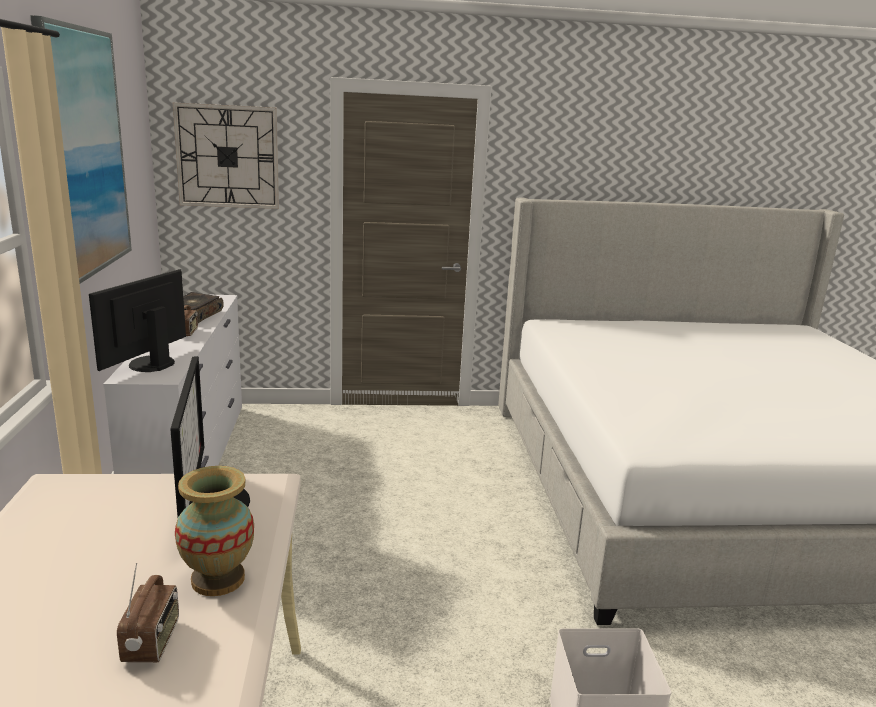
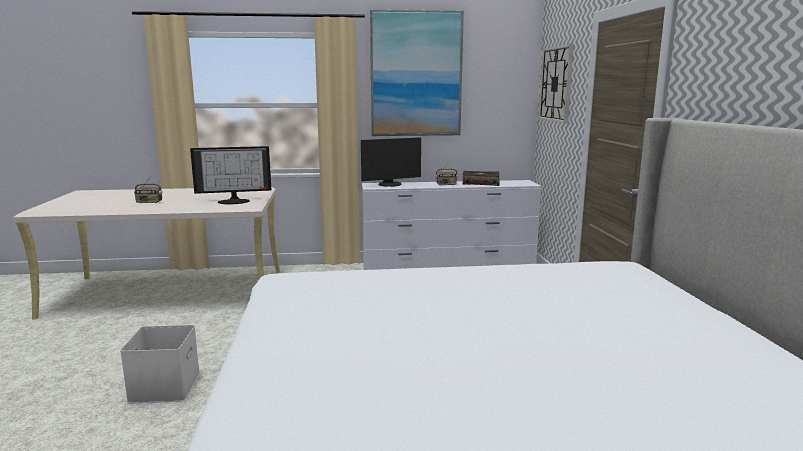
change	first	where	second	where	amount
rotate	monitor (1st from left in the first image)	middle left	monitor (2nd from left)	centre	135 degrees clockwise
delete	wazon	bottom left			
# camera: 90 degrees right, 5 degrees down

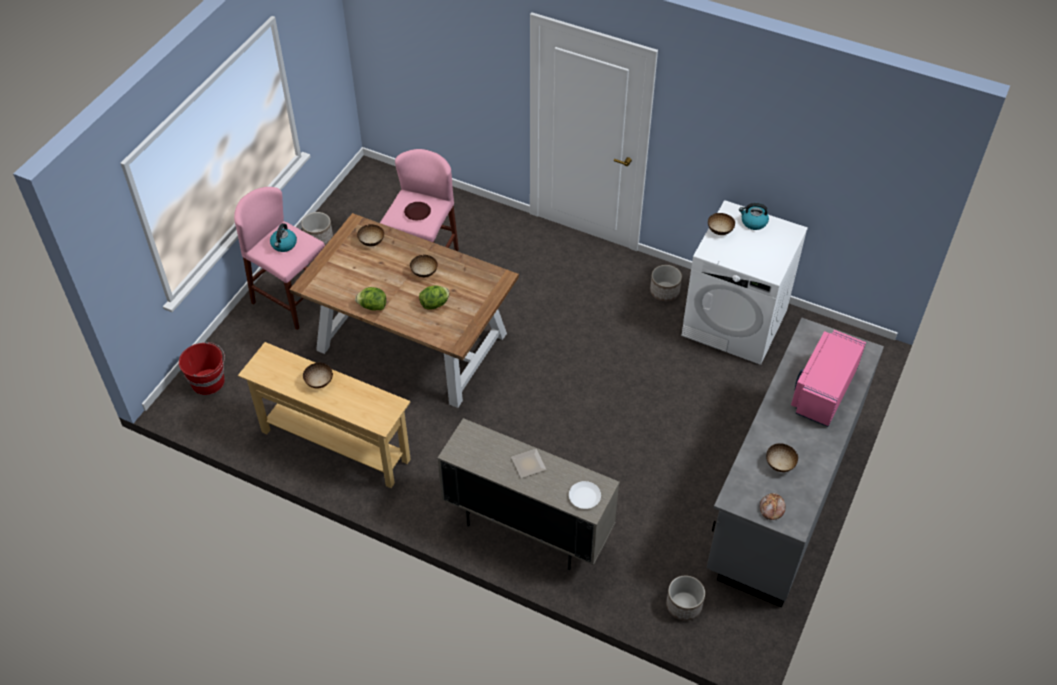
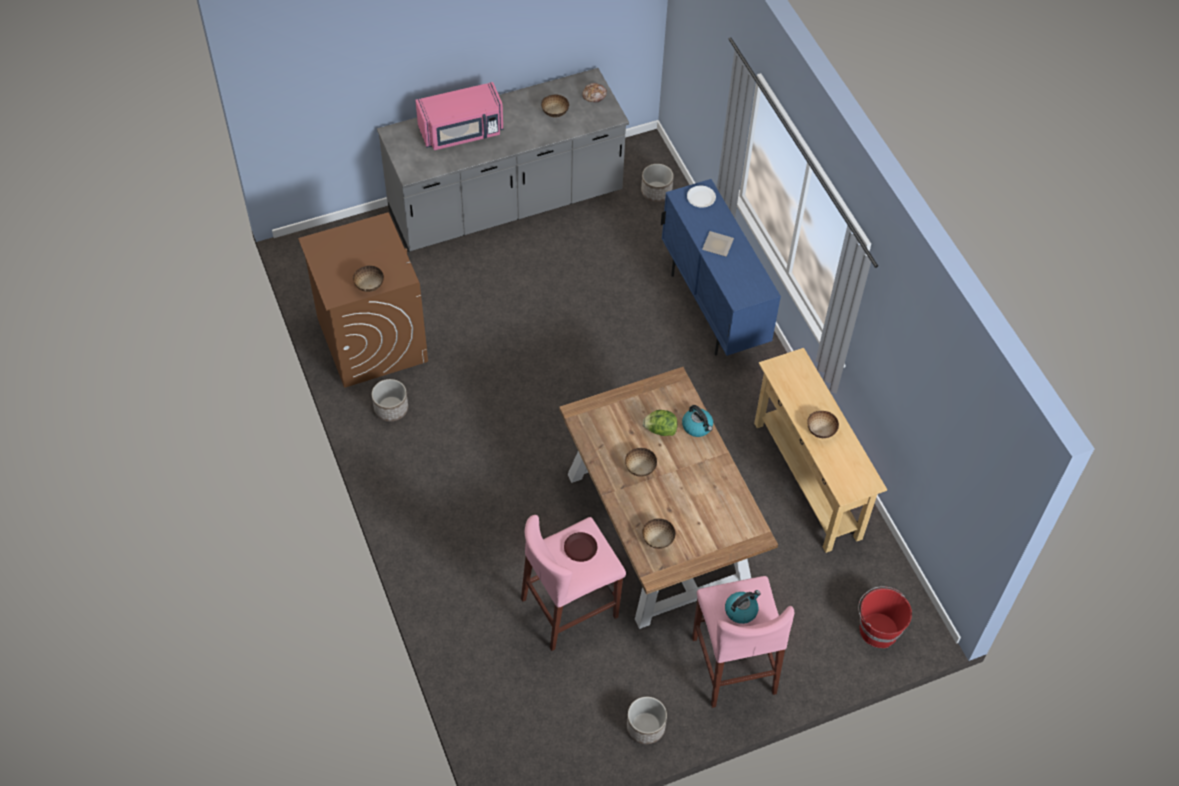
change	first	where	second	where	amount
recolor	pralka [biały]	middle right	pralka [brązowy]	middle left	
move	czajnik (2nd from left in the first image)	top right	czajnik (1st from left)	centre	
delete	sałata (1st from left)	centre			
recolor	szafka [beżowy]	bottom centre	szafka [niebieski]	centre	
# camera: 140 degrees left, 5 degrees up

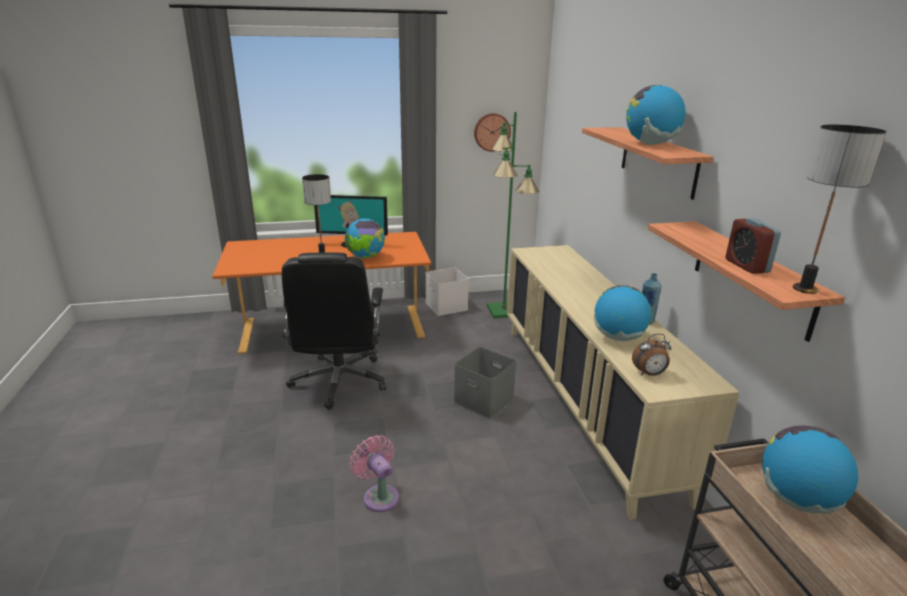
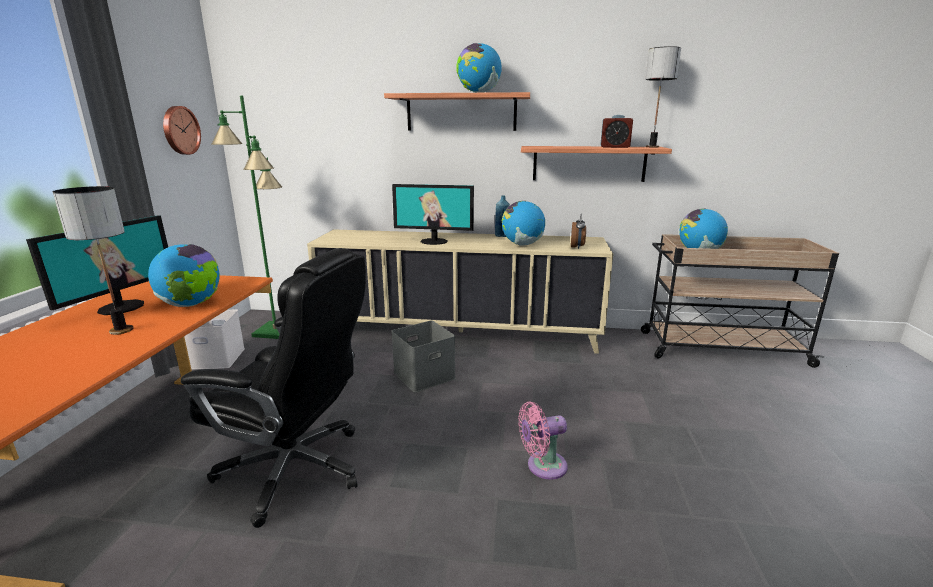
change	first	where	second	where	amount
insert			monitor (2nd from left)	centre	
# camera: 70 degrees left, 5 degrees down

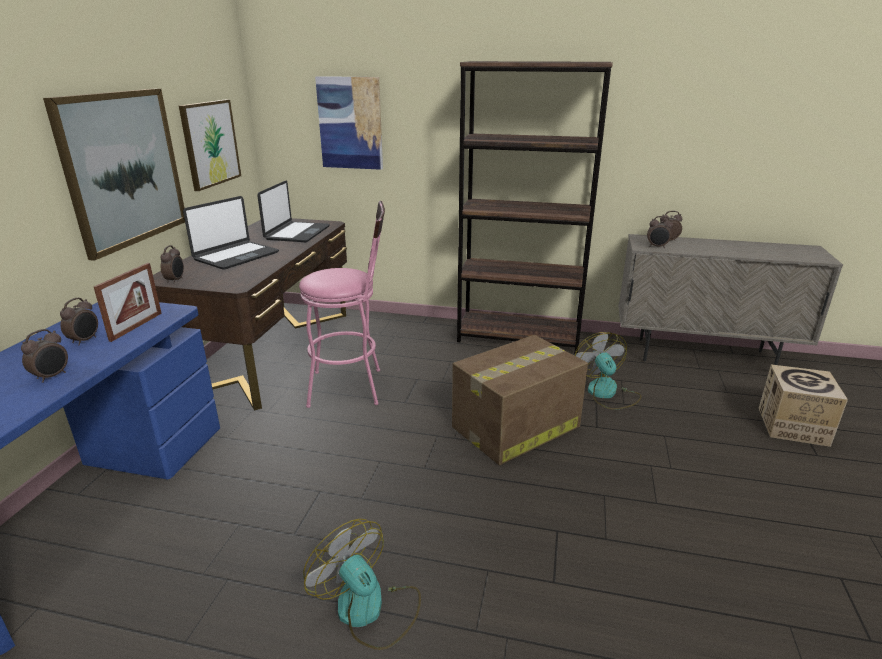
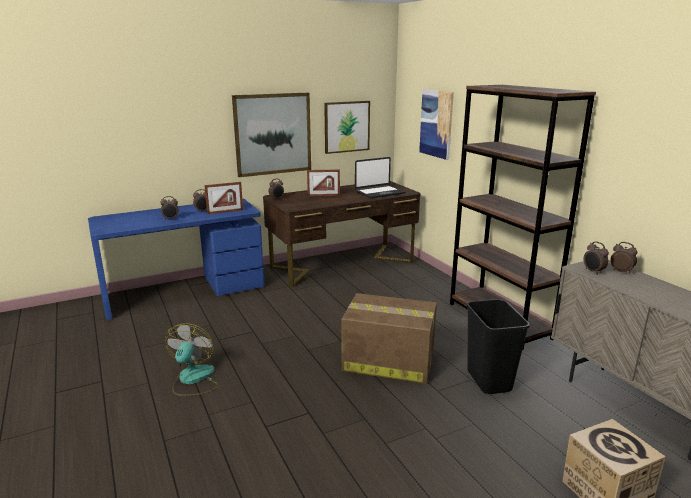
change	first	where	second	where	amount
replace	laptop (1st from left)	middle left	ramka na zdjęcie (2nd from left)	centre	
delete	stołek [różowy]	centre			
replace	wentylator (2nd from left)	middle right	kosz na śmieci [czarny]	bottom right	
# camera: 50 degrees right, 5 degrees down

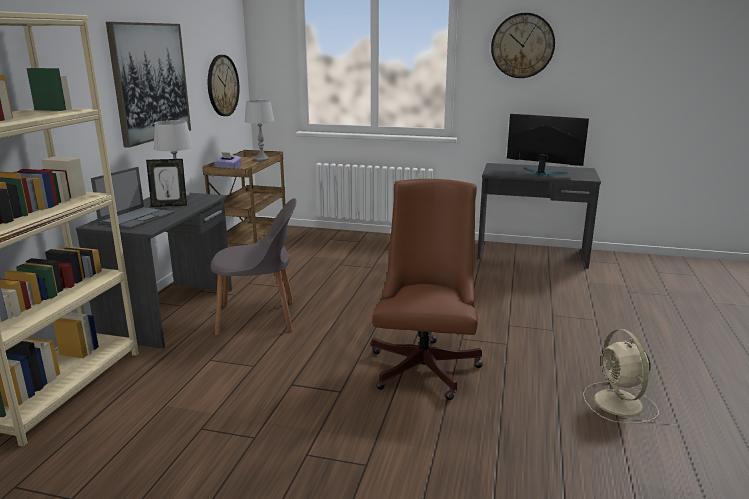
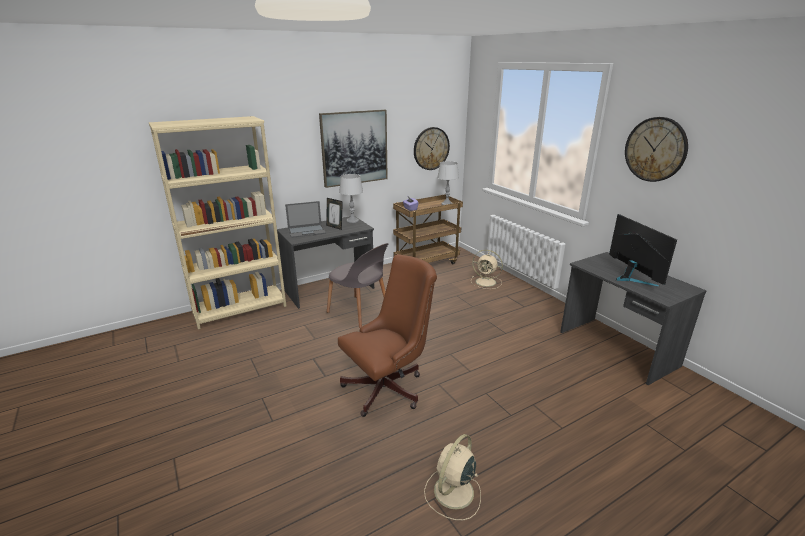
change	first	where	second	where	amount
insert			wentylator [beżowy] (2nd from left)	centre	
# camera: 45 degrees right, 5 degrees up

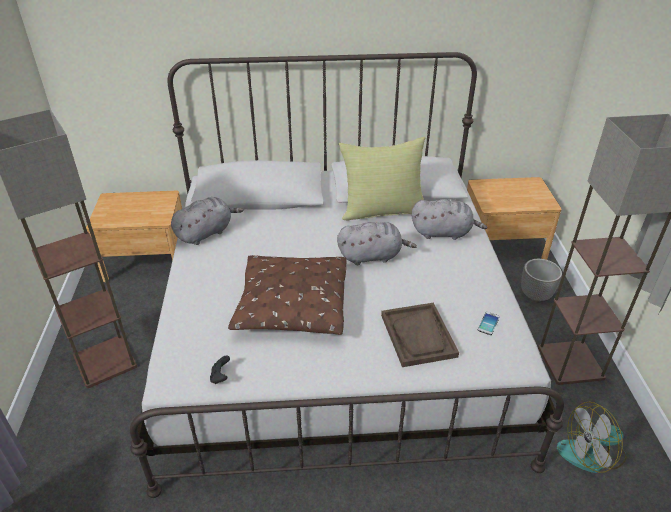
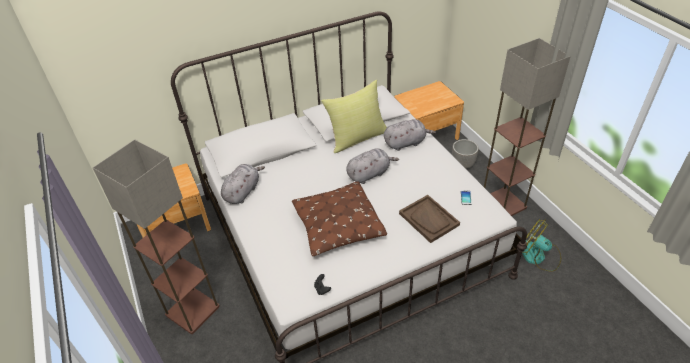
change	first	where	second	where	amount
rotate	wentylator	bottom right		bottom right	75 degrees clockwise
# camera: 20 degrees left, 5 degrees up

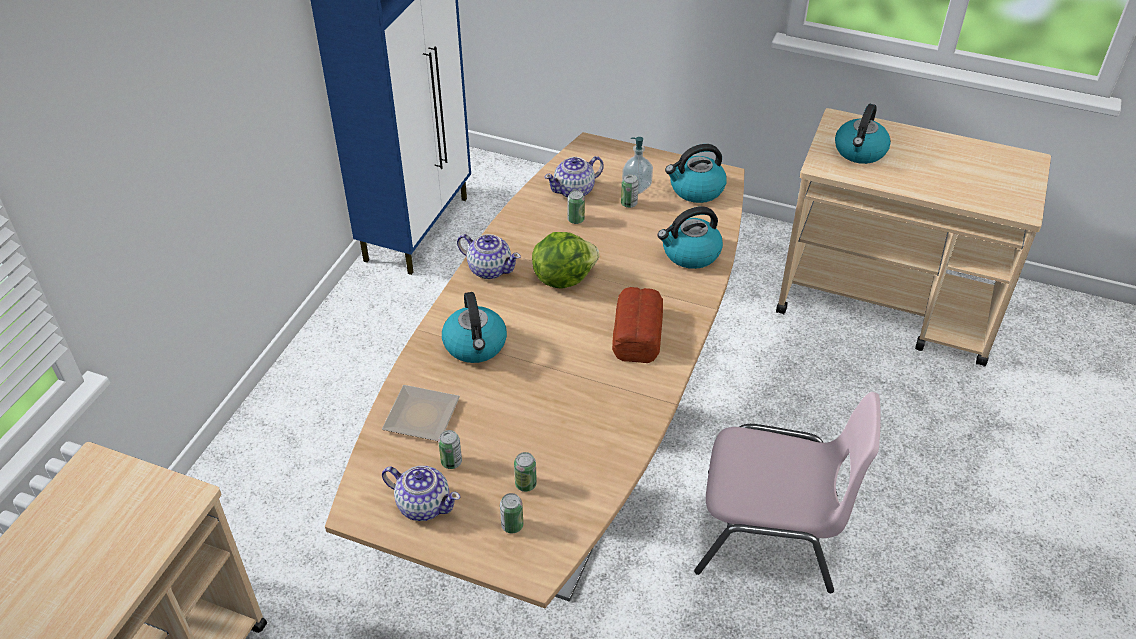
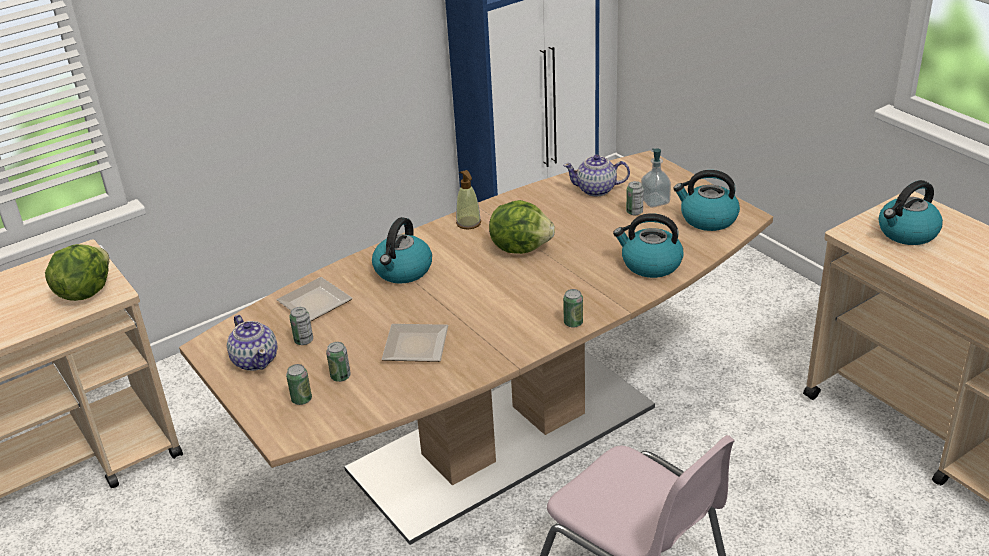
change	first	where	second	where	amount
move	puszka (4th from left)	top centre		centre	
replace	imbryk (2nd from left)	centre	dozownik mydła (1st from left)	centre	
delete	chleb	centre			
insert			sałata (1st from left)	middle left	
insert			talerz (2nd from left)	centre	
# camera: 35 degrees right, 10 degrees down

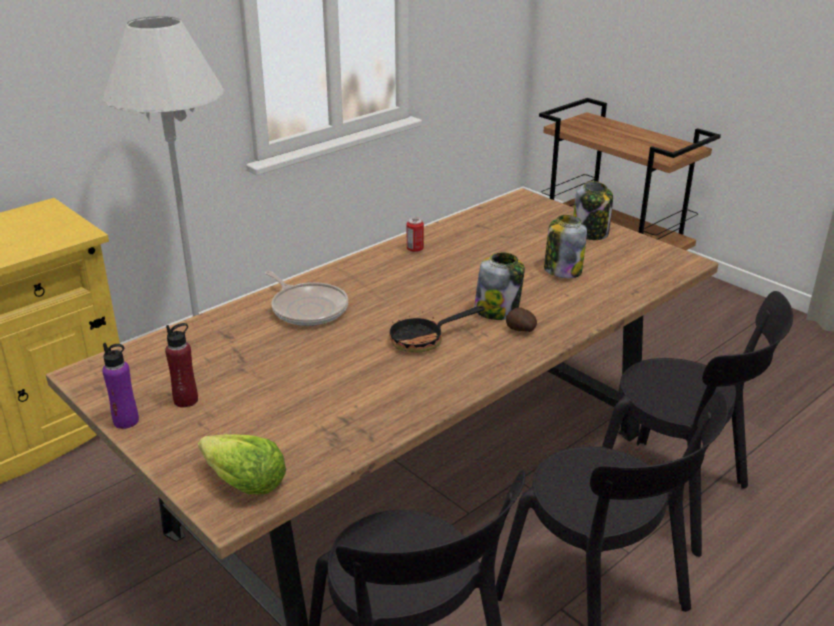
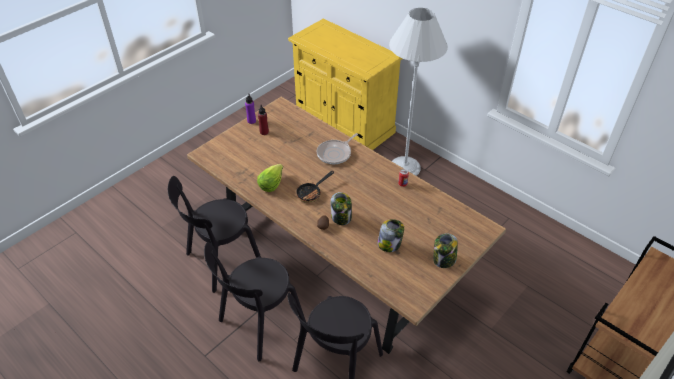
change	first	where	second	where	amount
rotate	patelnia (2nd from left in the first image)	centre	patelnia (1st from left)	centre	105 degrees counterclockwise
move	sałata	bottom left		centre	
# camera: 85 degrees right, 15 degrees up

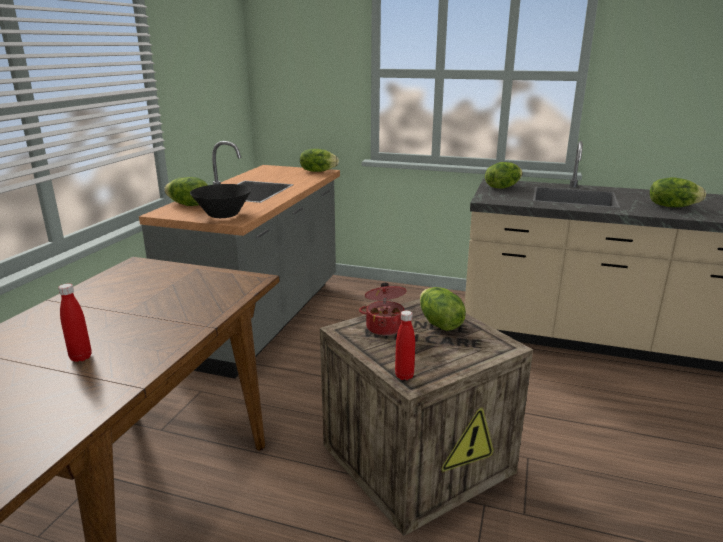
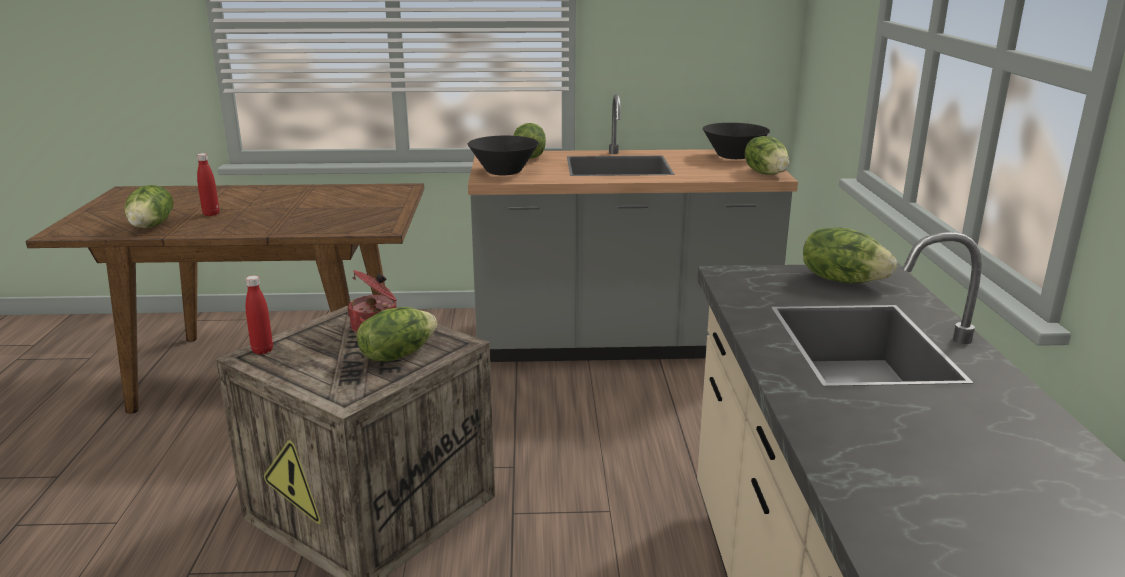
change	first	where	second	where	amount
move	sałata (5th from left in the first image)	middle right	sałata (1st from left)	middle left	
insert			miska [czarny] (2nd from left)	top centre	
# camera: 70 degrees right, 0 degrees up

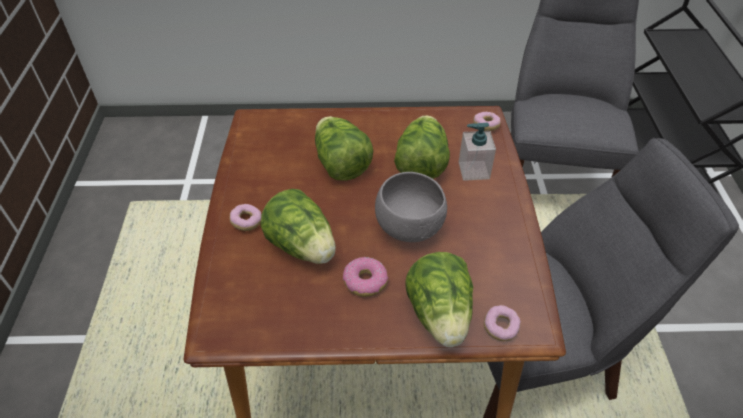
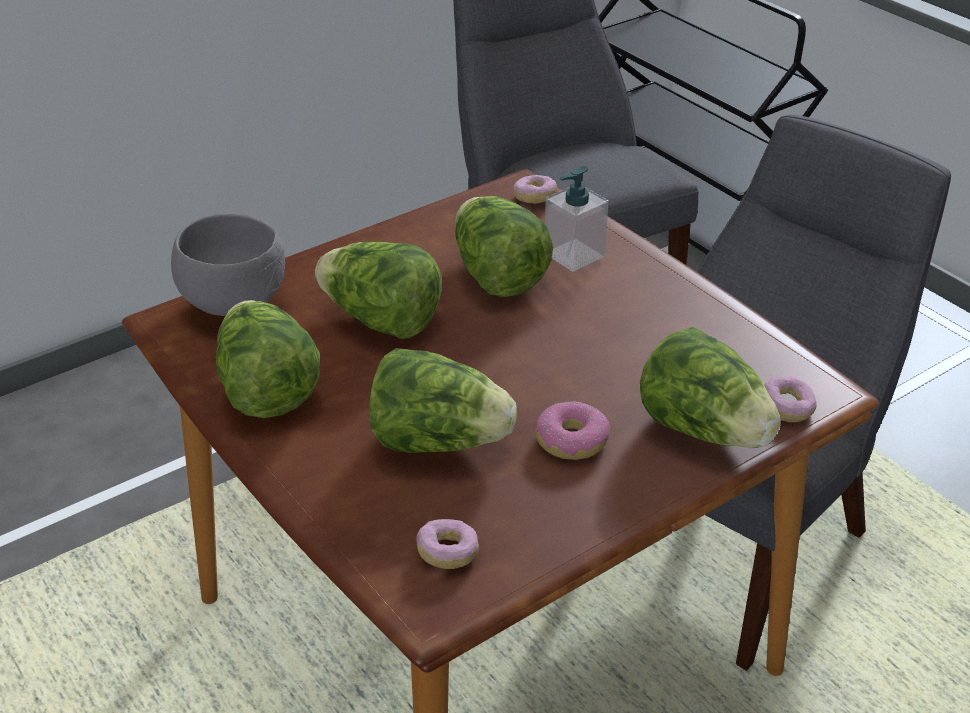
change	first	where	second	where	amount
move	miska [szary]	centre		middle left	
move	donut (1st from left)	middle left		bottom centre	
insert			sałata (1st from left)	middle left	
# camera: 35 degrees left, 10 degrees down

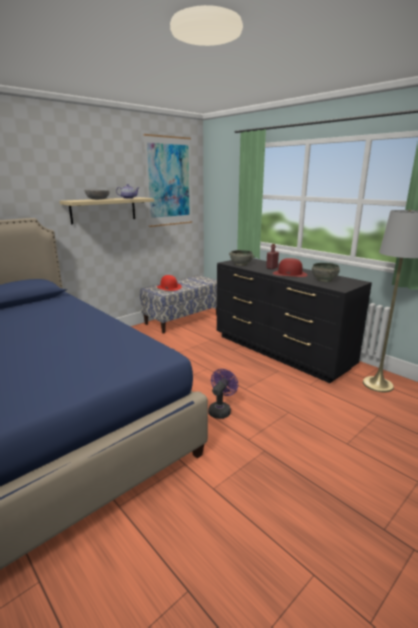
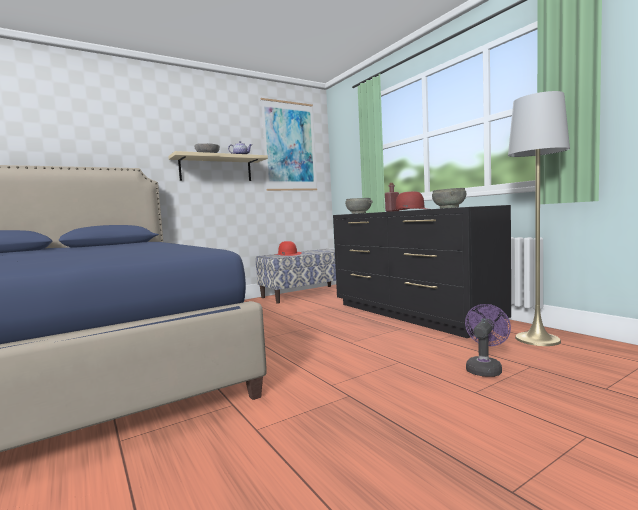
change	first	where	second	where	amount
move	wentylator [fioletowy]	centre		bottom right	
# camera: 10 degrees right, 15 degrees down

